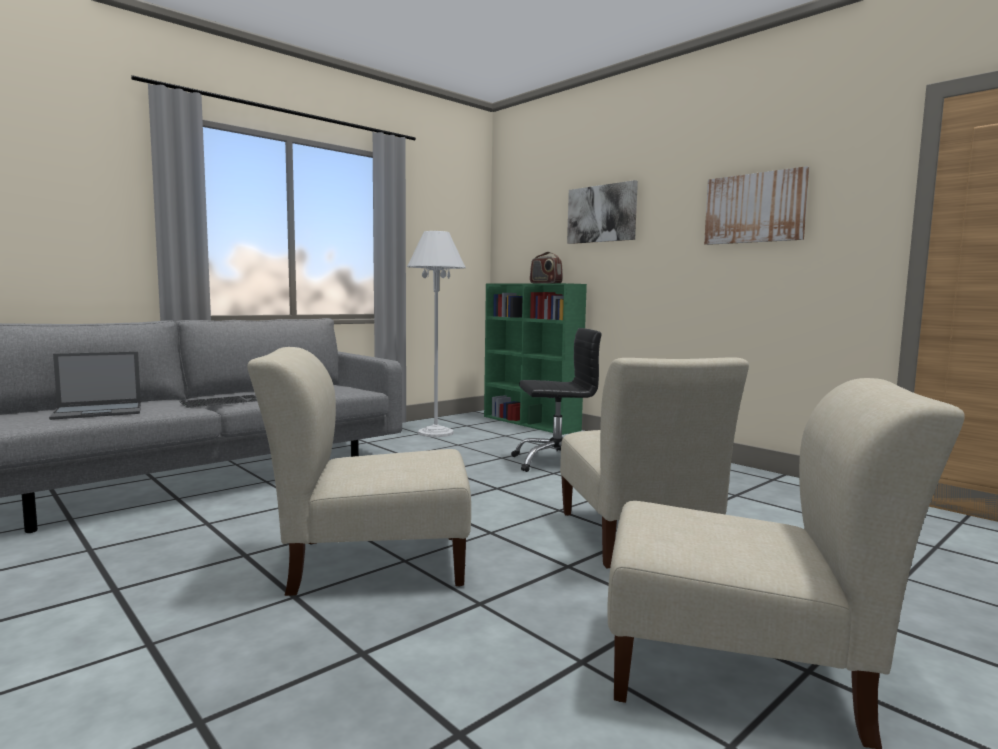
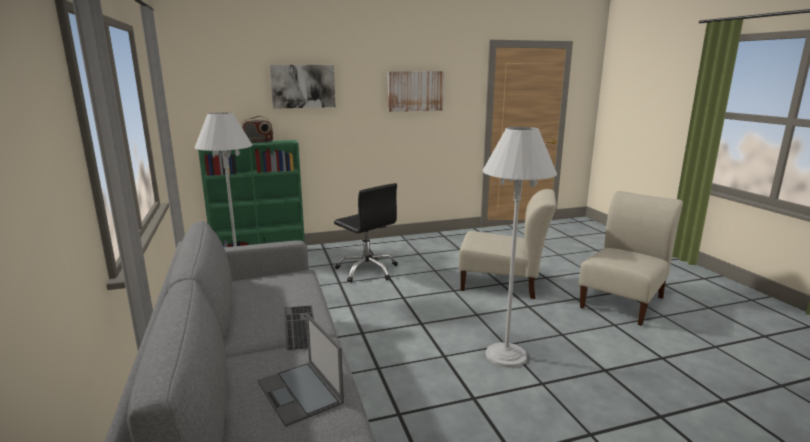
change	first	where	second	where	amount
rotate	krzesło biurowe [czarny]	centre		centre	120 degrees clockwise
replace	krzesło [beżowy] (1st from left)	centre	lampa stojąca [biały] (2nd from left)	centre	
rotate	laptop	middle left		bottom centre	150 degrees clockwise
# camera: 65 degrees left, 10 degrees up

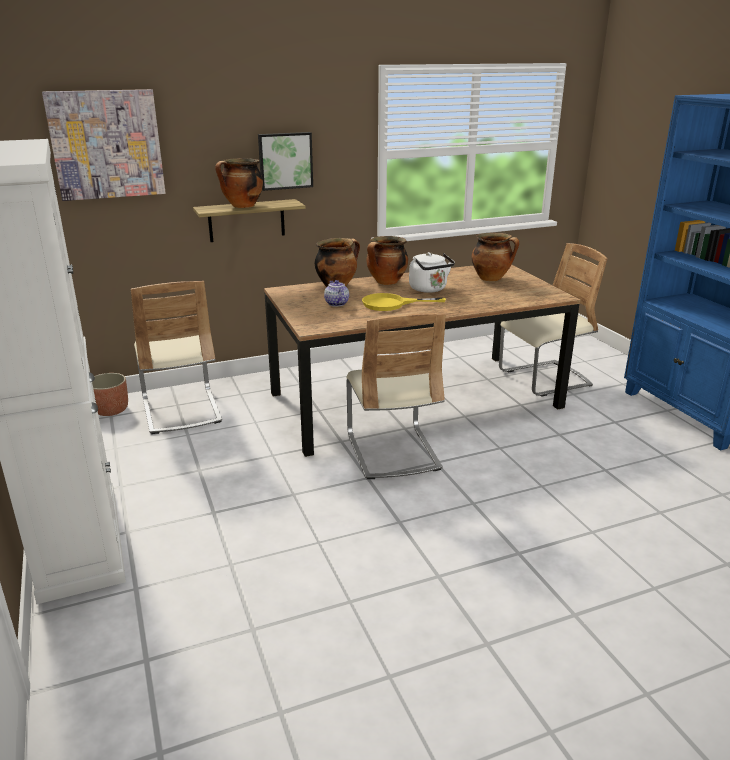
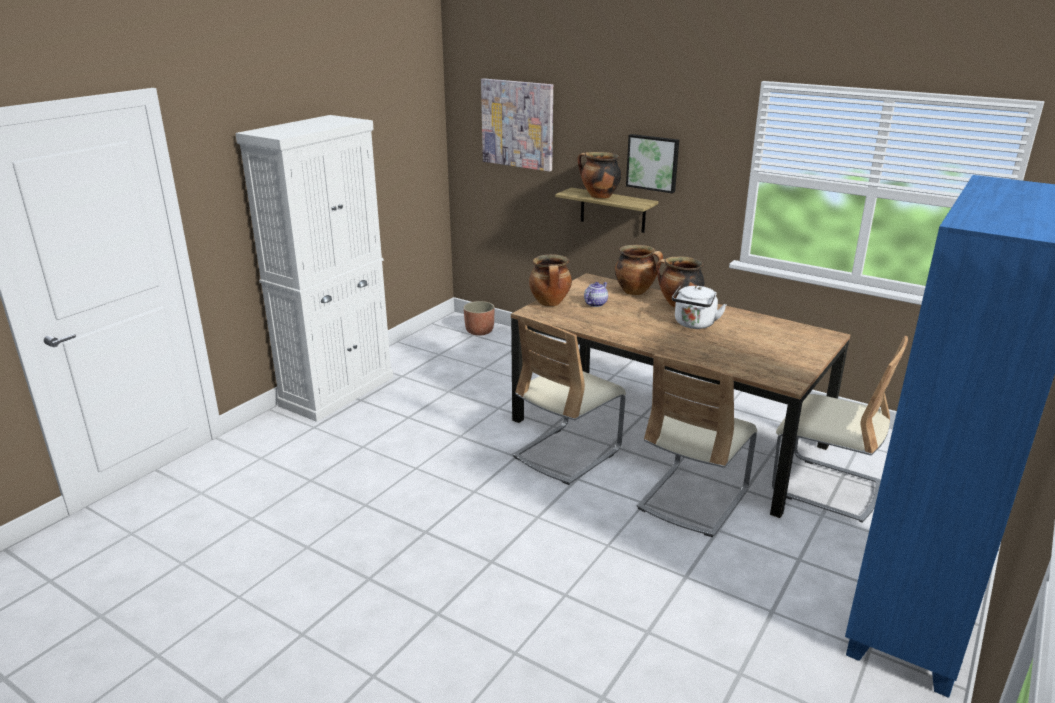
change	first	where	second	where	amount
move	garnek (4th from left in the first image)	middle right	garnek (1st from left)	centre	
move	krzesło [beżowy] (1st from left in the first image)	middle left	krzesło [beżowy] (2nd from left)	centre	
delete	patelnia [żółty]	centre			
# camera: 55 degrees right, 0 degrees up

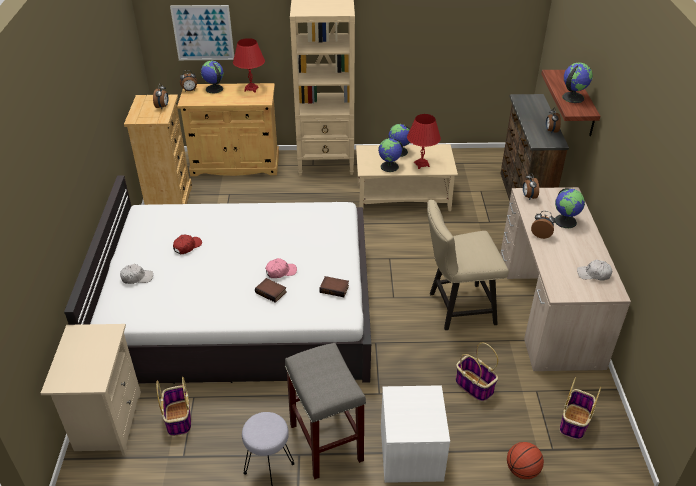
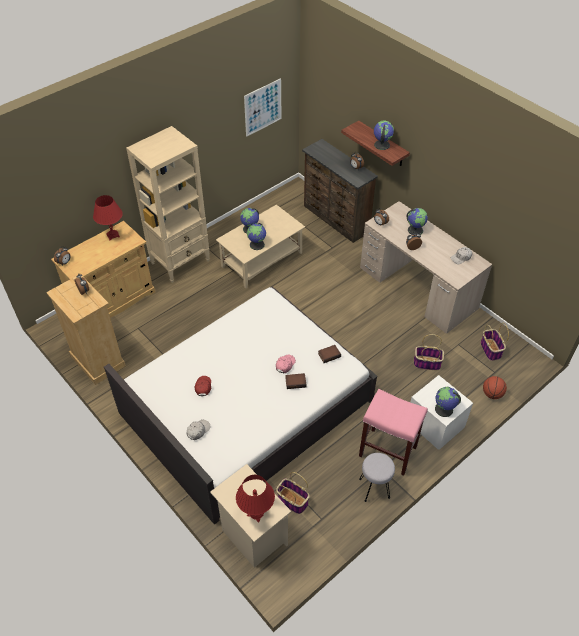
change	first	where	second	where	amount
move	obraz	top left		top centre	
move	globus (1st from left in the first image)	top left	globus (5th from left)	middle right	
move	lampa stołowa [czerwony] (2nd from left)	top centre		bottom centre	
delete	krzesło [beżowy]	middle right			
recolor	stołek [szary] (2nd from left)	bottom centre	stołek [różowy]	bottom right	
# camera: 40 degrees left, 10 degrees up

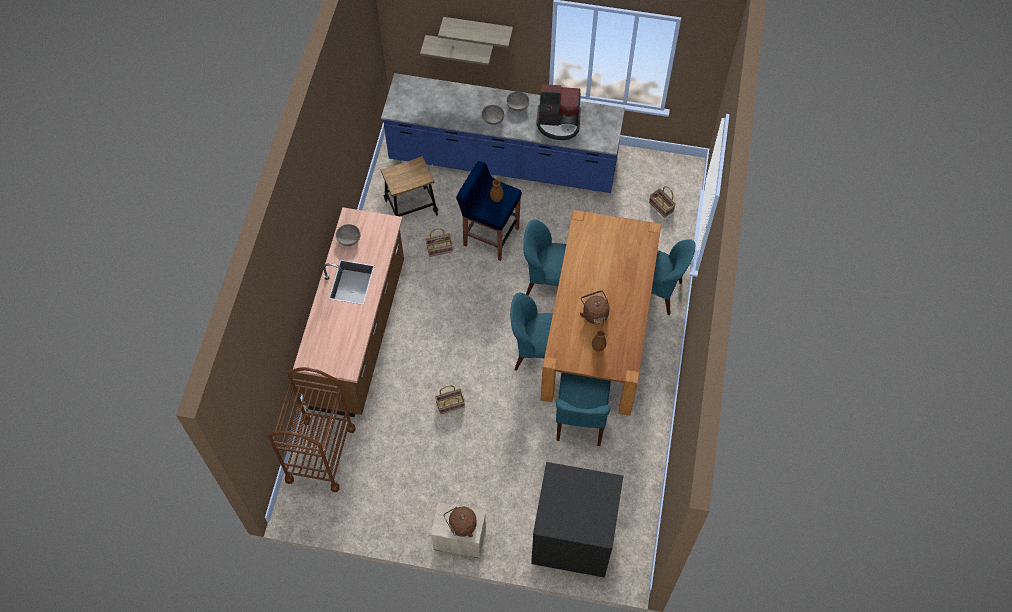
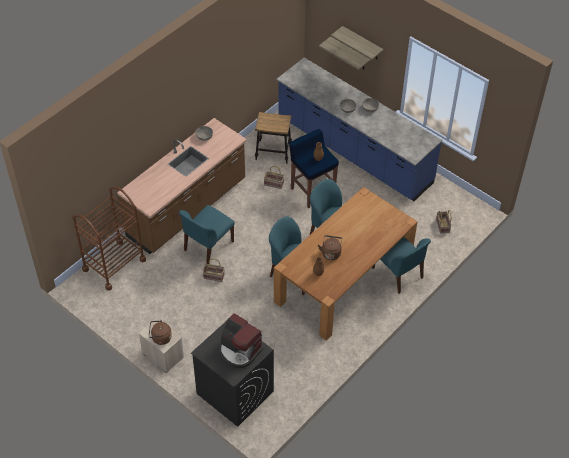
change	first	where	second	where	amount
move	ekspres do kawy	top centre		bottom centre	
move	krzesło [niebieski] (3rd from left in the first image)	bottom centre	krzesło [niebieski] (1st from left)	centre	
# camera: 30 degrees right, 10 degrees down

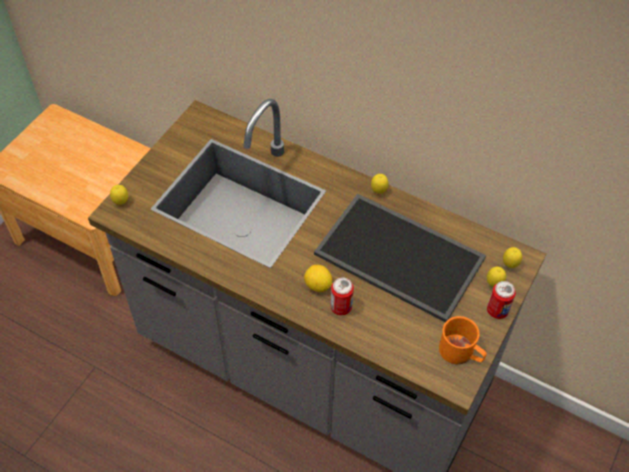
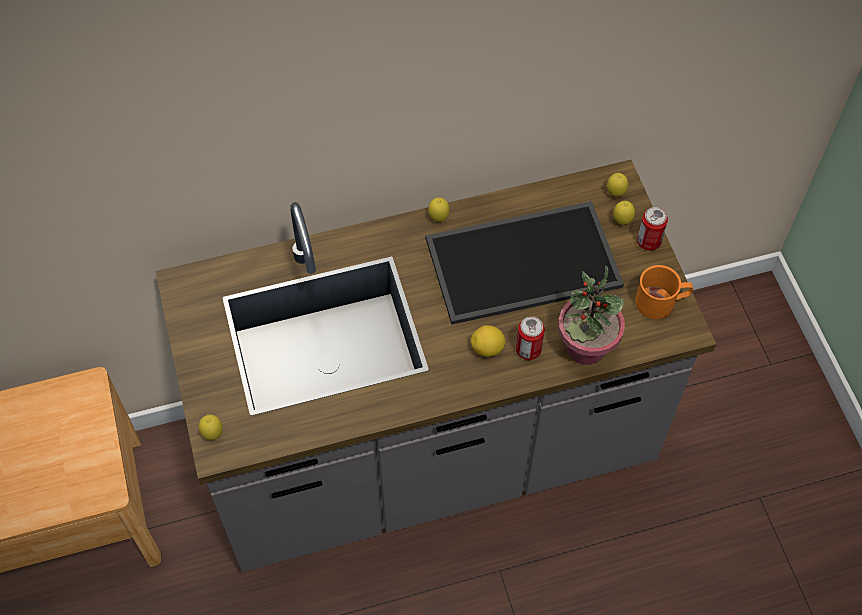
change	first	where	second	where	amount
insert			roślina doniczkowa	middle right	
# camera: 45 degrees left, 5 degrees up

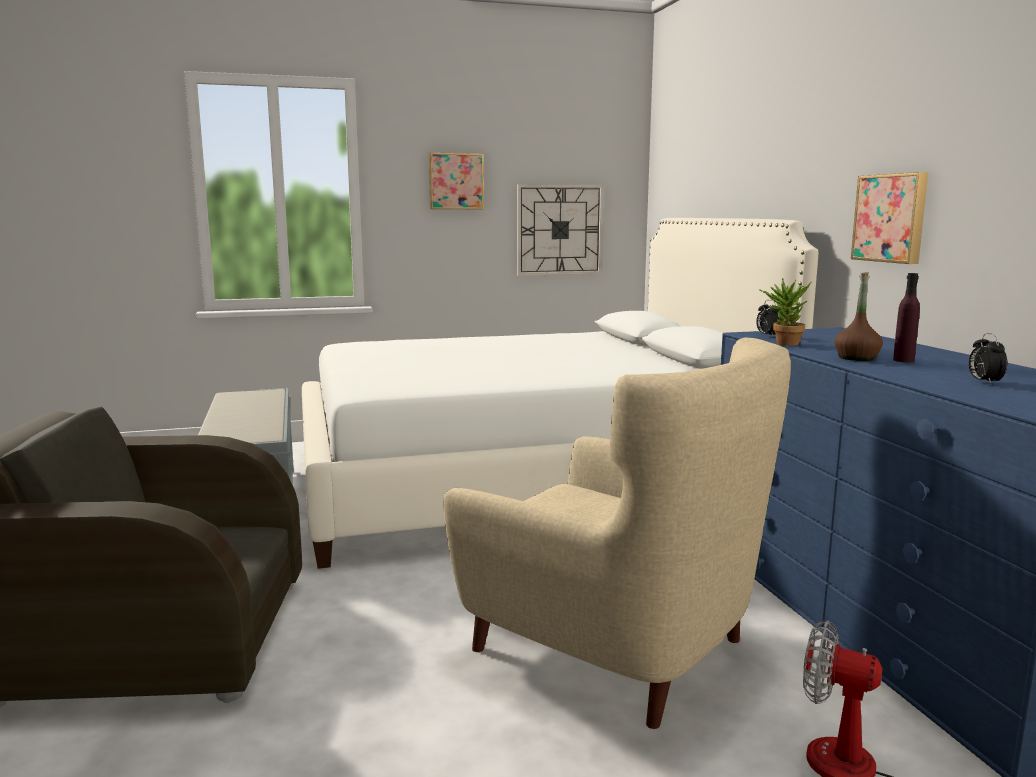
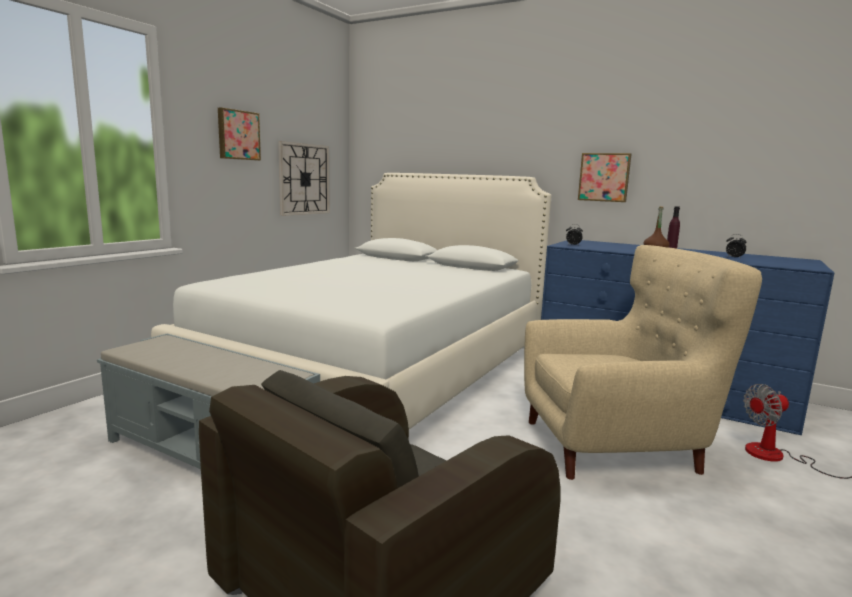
change	first	where	second	where	amount
delete	roślina doniczkowa	middle right			
# camera: 45 degrees left, 0 degrees up

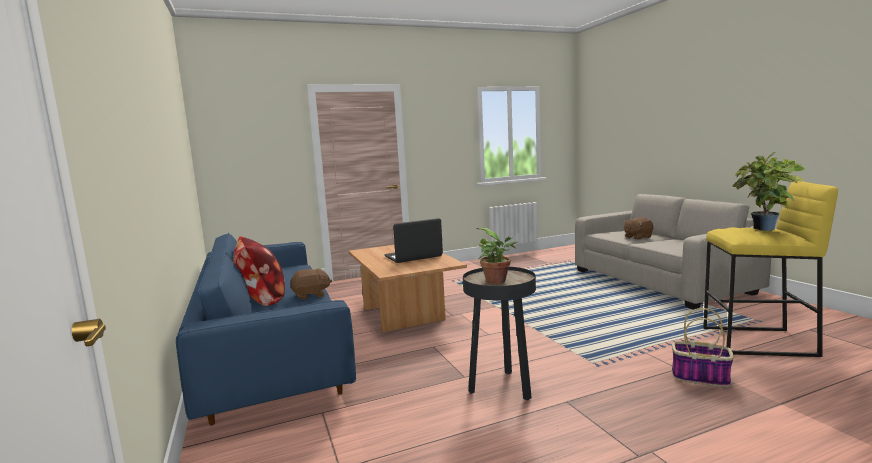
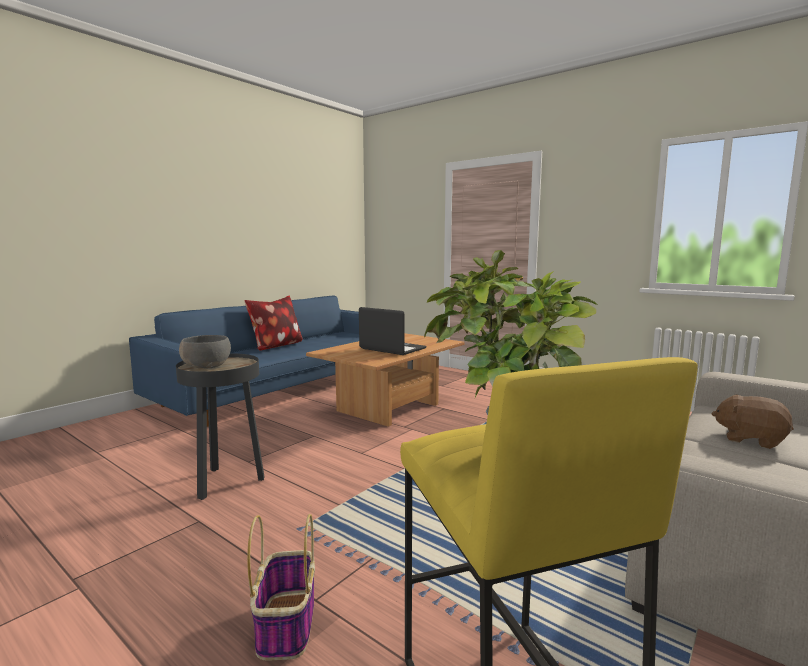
change	first	where	second	where	amount
replace	roślina doniczkowa (1st from left)	centre	miska [szary]	middle left	
delete	pluszak [brązowy] (1st from left)	centre			
# camera: 60 degrees right, 0 degrees up

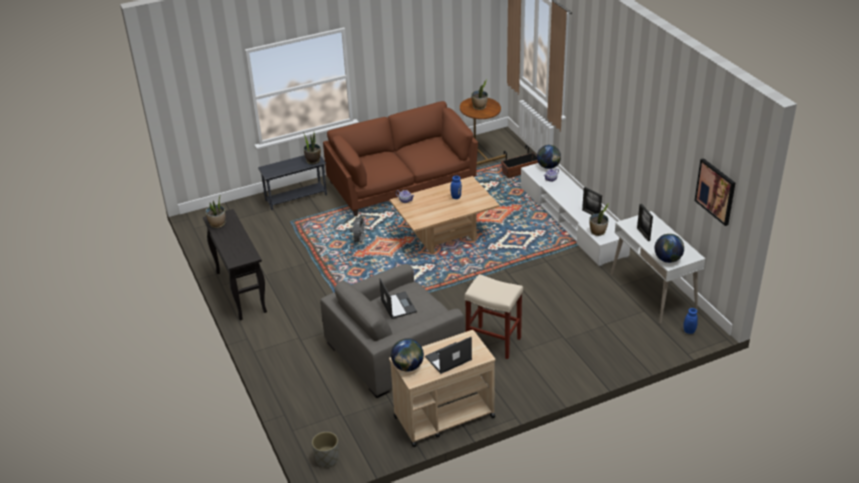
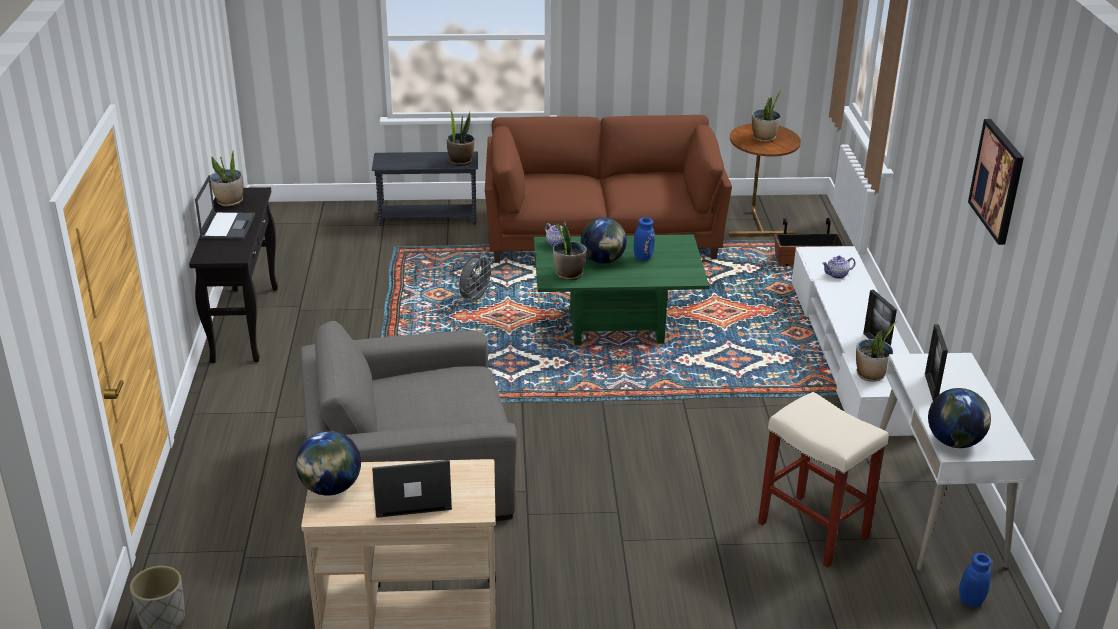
change	first	where	second	where	amount
move	globus (2nd from left)	top centre		centre	
move	obraz	middle right		top right	
recolor	ława [beżowy]	centre	ława [zielony]	centre	
move	stołek [beżowy]	centre		bottom right	
move	laptop (1st from left)	centre		top left	
insert			roślina doniczkowa (3rd from left)	centre	
# camera: 20 degrees right, 5 degrees down

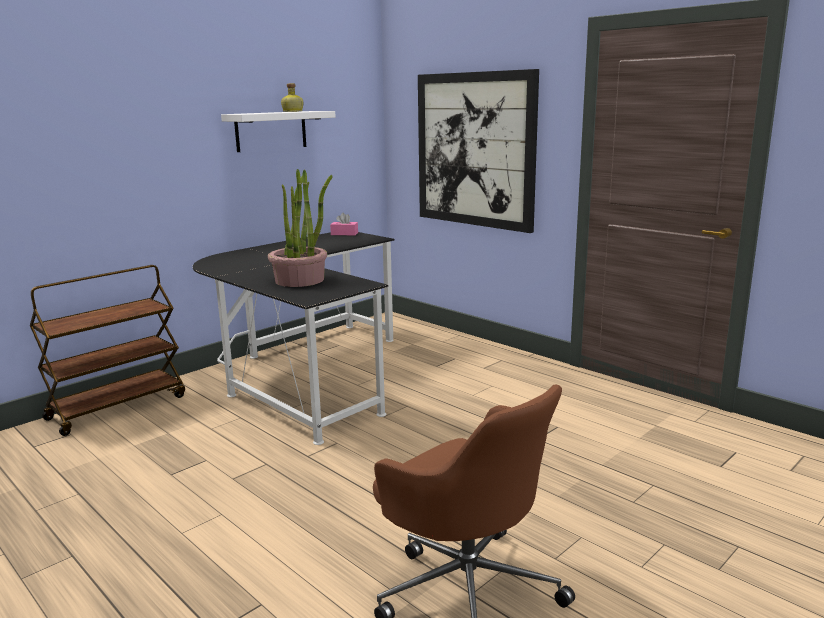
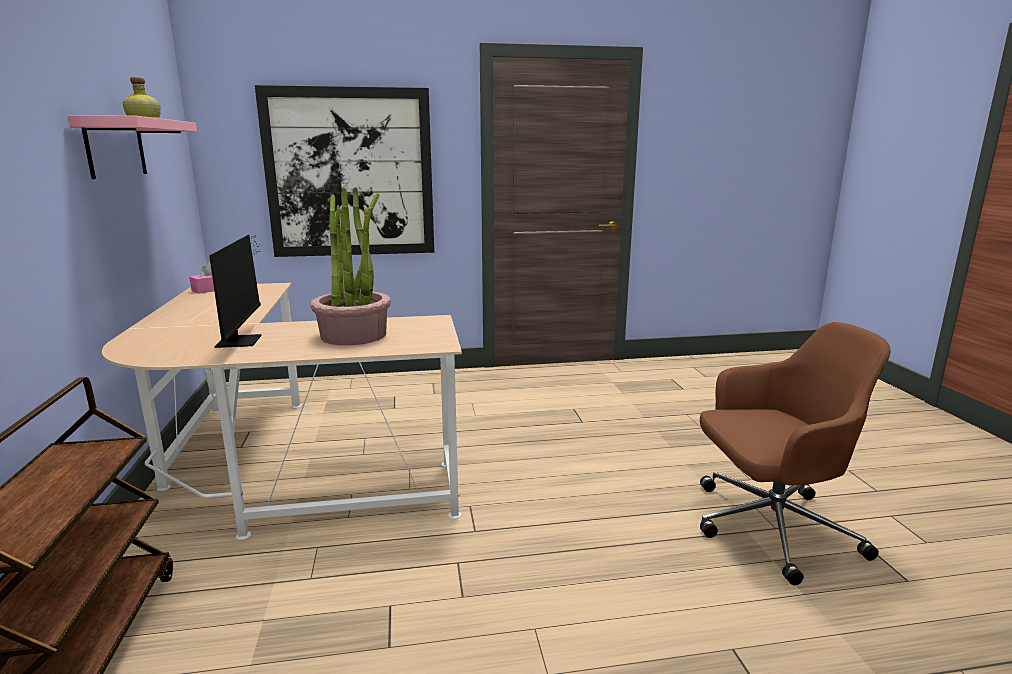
change	first	where	second	where	amount
recolor	półka [biały]	top centre	półka [różowy]	top left	
recolor	biurko [czarny]	centre	biurko [beżowy]	middle left	
insert			monitor	middle left	
# camera: 55 degrees left, 0 degrees up

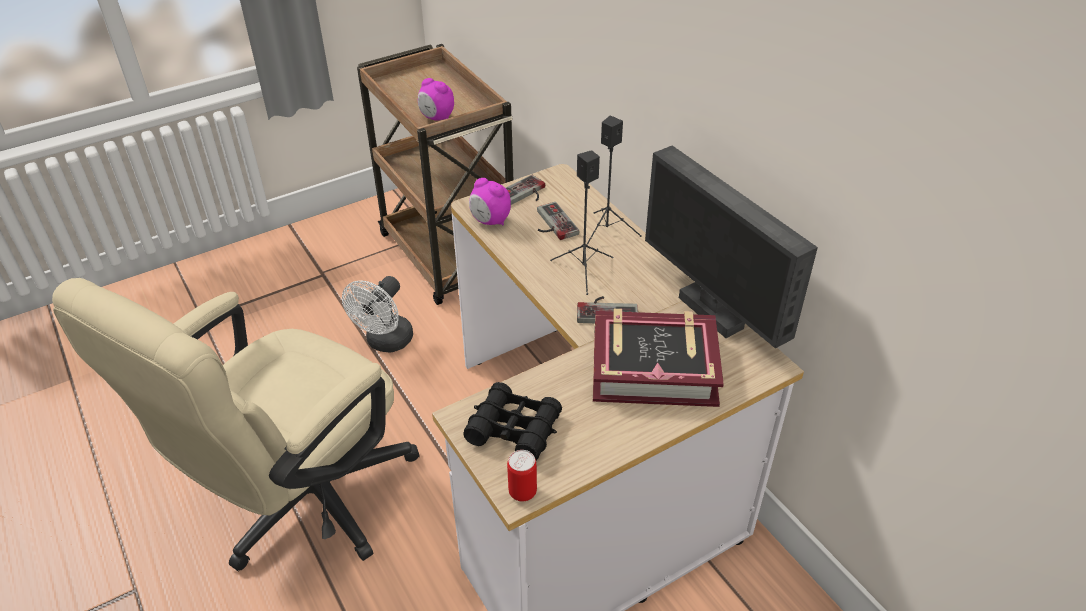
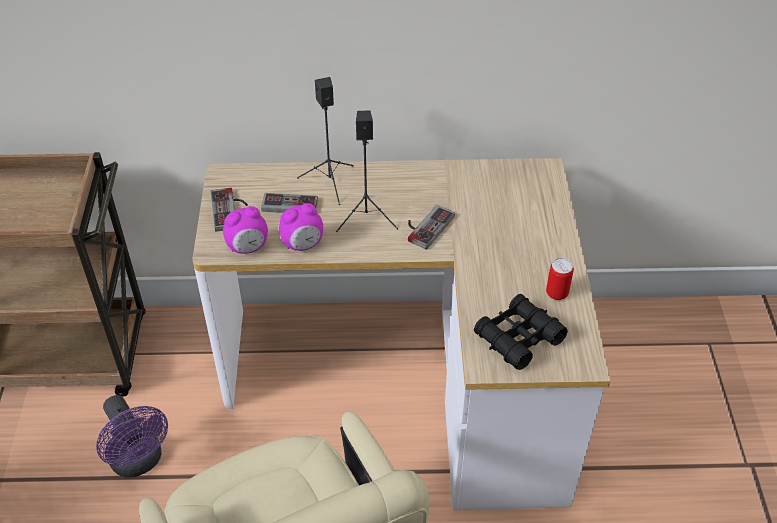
change	first	where	second	where	amount
move	budzik (1st from left in the first image)	top centre	budzik (2nd from left)	centre	
delete	monitor	middle right			
recolor	wentylator [biały]	centre	wentylator [fioletowy]	bottom left	
delete	książka	centre			
move	puszka	bottom centre		middle right	
# camera: 60 degrees left, 5 degrees up

